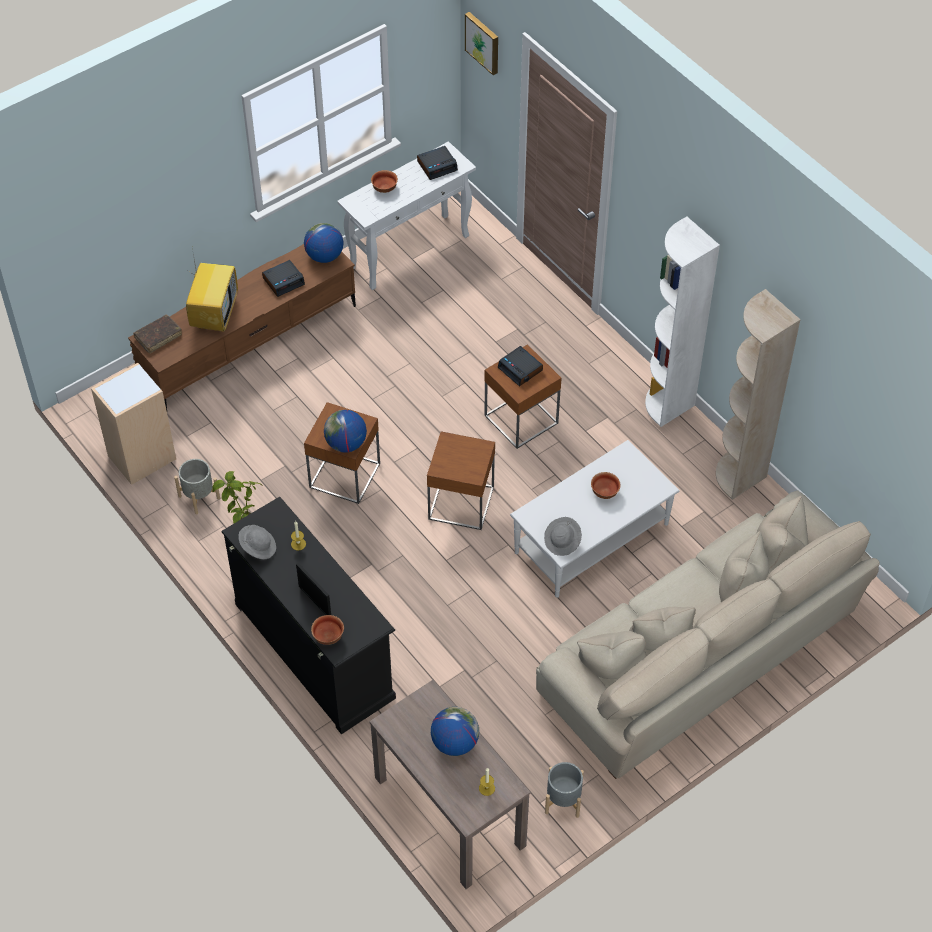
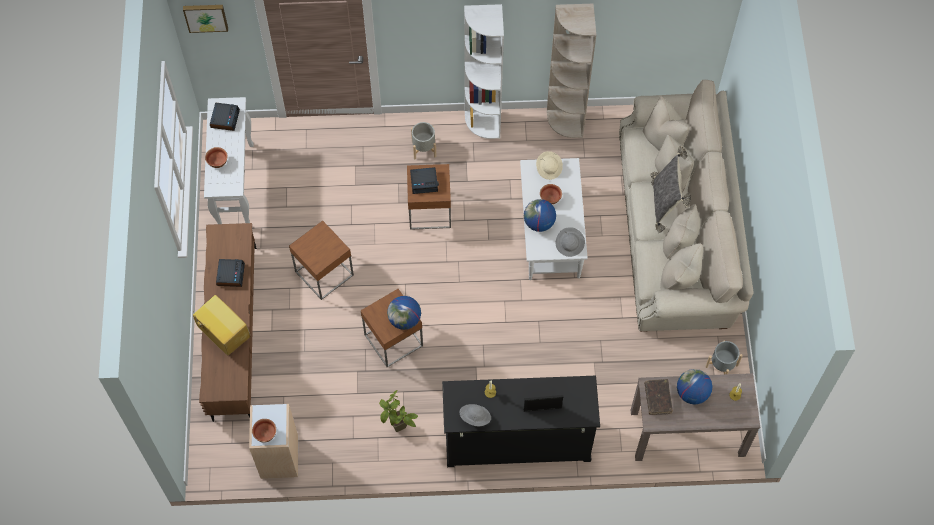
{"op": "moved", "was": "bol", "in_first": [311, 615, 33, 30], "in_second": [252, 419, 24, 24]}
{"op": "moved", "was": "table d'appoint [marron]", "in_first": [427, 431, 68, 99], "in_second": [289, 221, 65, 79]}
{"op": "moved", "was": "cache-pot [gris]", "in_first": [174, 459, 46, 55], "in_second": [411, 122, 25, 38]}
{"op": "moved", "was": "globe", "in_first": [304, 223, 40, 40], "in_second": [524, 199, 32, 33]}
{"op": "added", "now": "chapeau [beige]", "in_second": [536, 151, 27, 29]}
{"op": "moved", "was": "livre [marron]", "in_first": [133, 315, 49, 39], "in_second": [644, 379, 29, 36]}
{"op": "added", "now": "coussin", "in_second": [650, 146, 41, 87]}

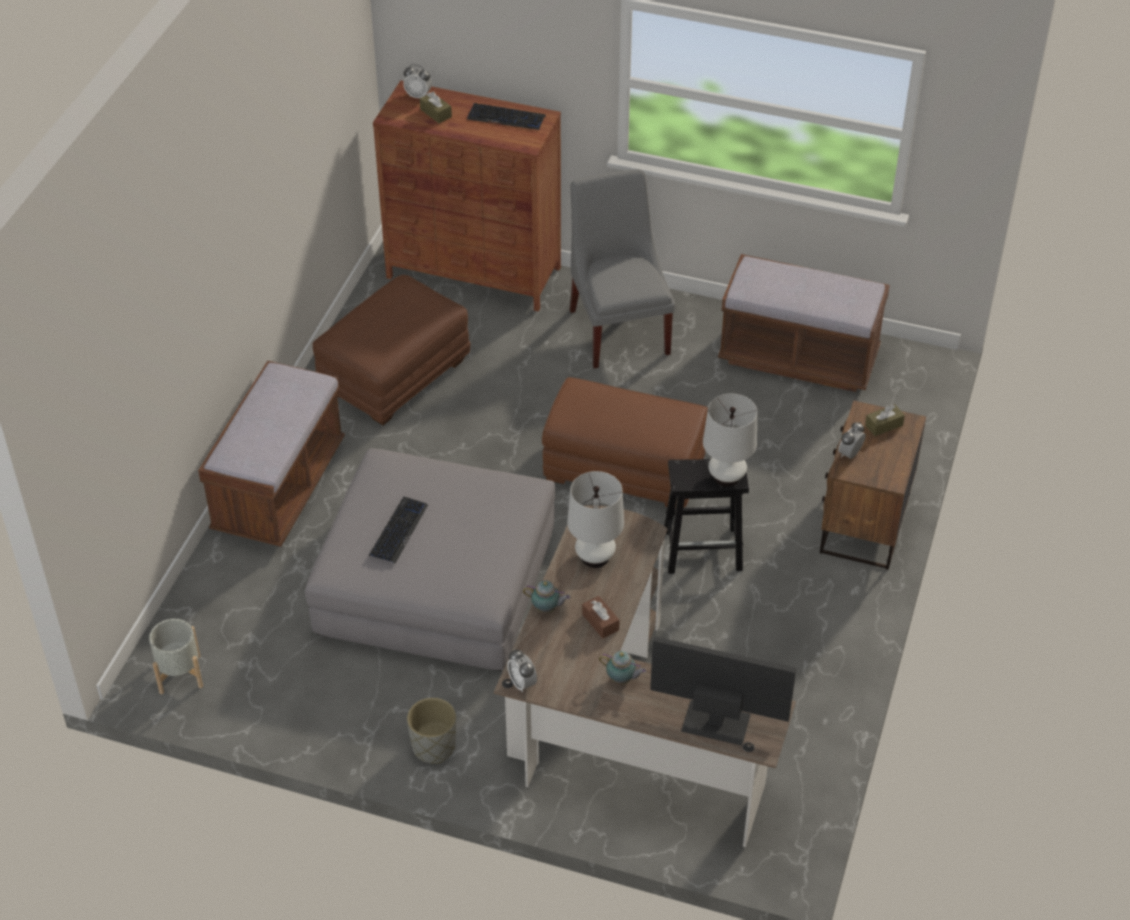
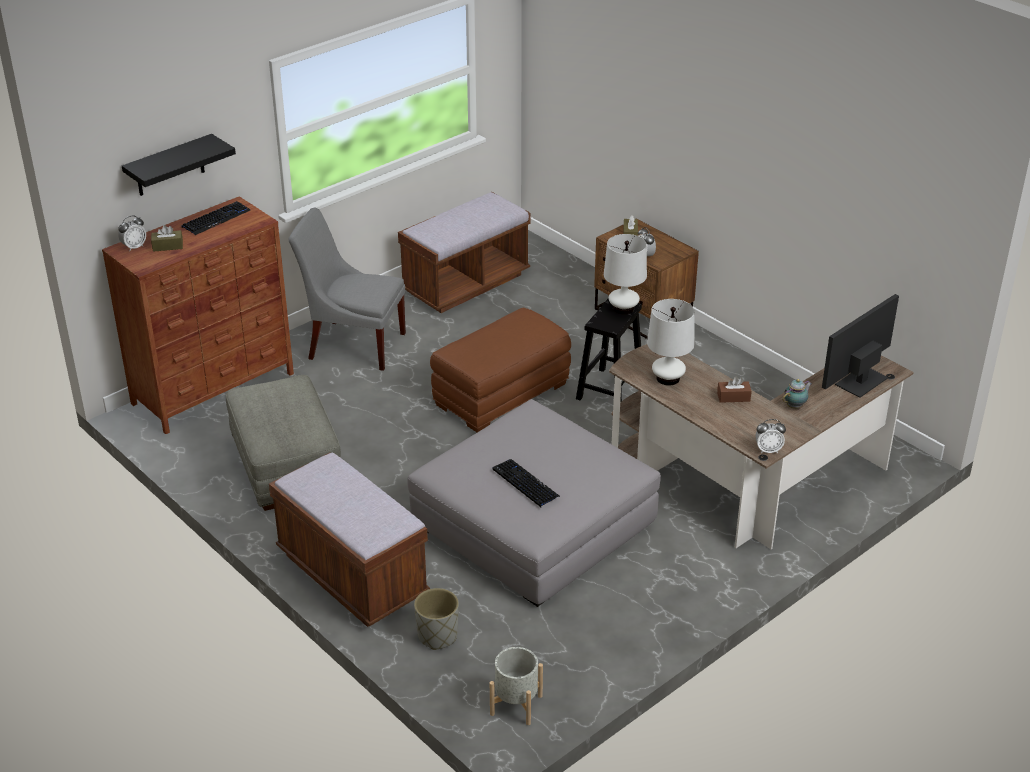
{"op": "added", "now": "étagère [noir]", "in_second": [122, 134, 114, 62]}
{"op": "recoloured", "was": "pouf [marron]", "now": "pouf [gris]", "in_first": [313, 275, 158, 150], "in_second": [226, 375, 115, 136]}
{"op": "moved", "was": "cache-pot [gris]", "in_first": [407, 698, 49, 66], "in_second": [414, 588, 45, 62]}
{"op": "removed", "was": "théière", "in_first": [523, 581, 47, 33]}

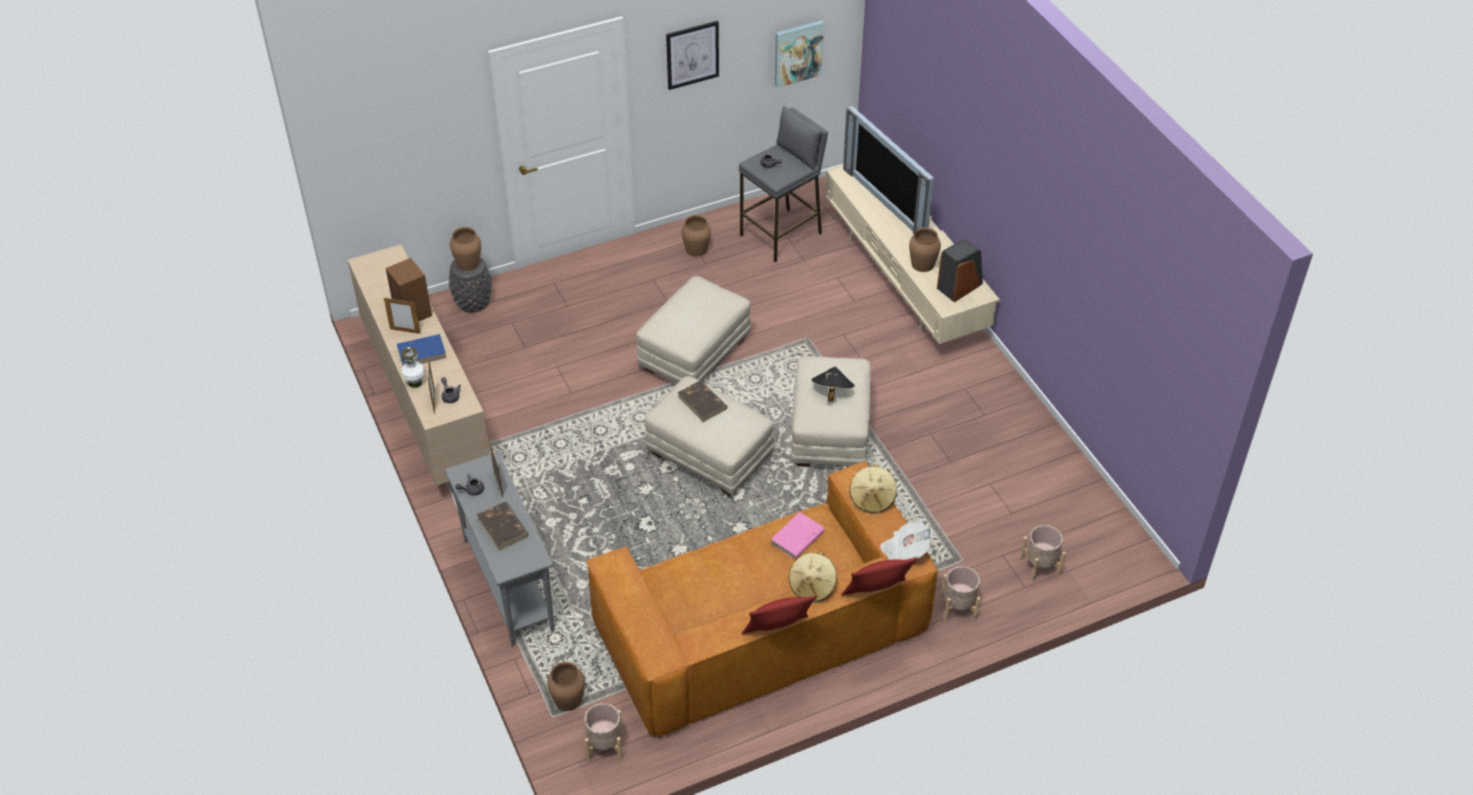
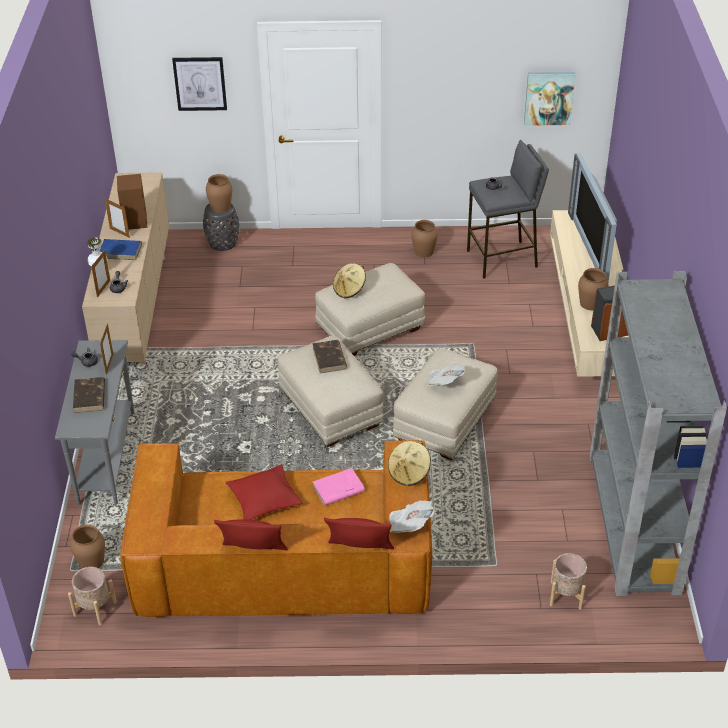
{"op": "moved", "was": "tableau", "in_first": [666, 21, 53, 69], "in_second": [172, 57, 55, 54]}
{"op": "added", "now": "coussin [rouge]", "in_second": [226, 464, 76, 56]}
{"op": "moved", "was": "chapeau [beige]", "in_first": [789, 551, 48, 52], "in_second": [333, 263, 33, 35]}
{"op": "replaced", "was": "chapeau [noir]", "now": "journal", "in_first": [811, 366, 44, 36], "in_second": [426, 364, 40, 21]}
{"op": "added", "now": "bibliothèque [gris]", "in_second": [589, 271, 138, 325]}
{"op": "removed", "was": "cache-pot [beige]", "in_first": [941, 566, 40, 56]}

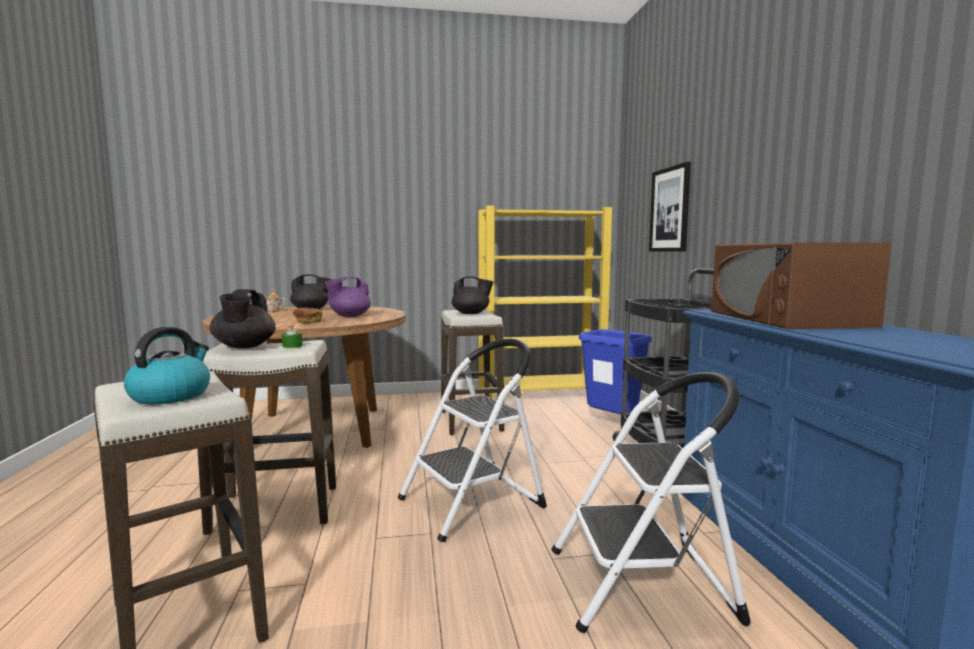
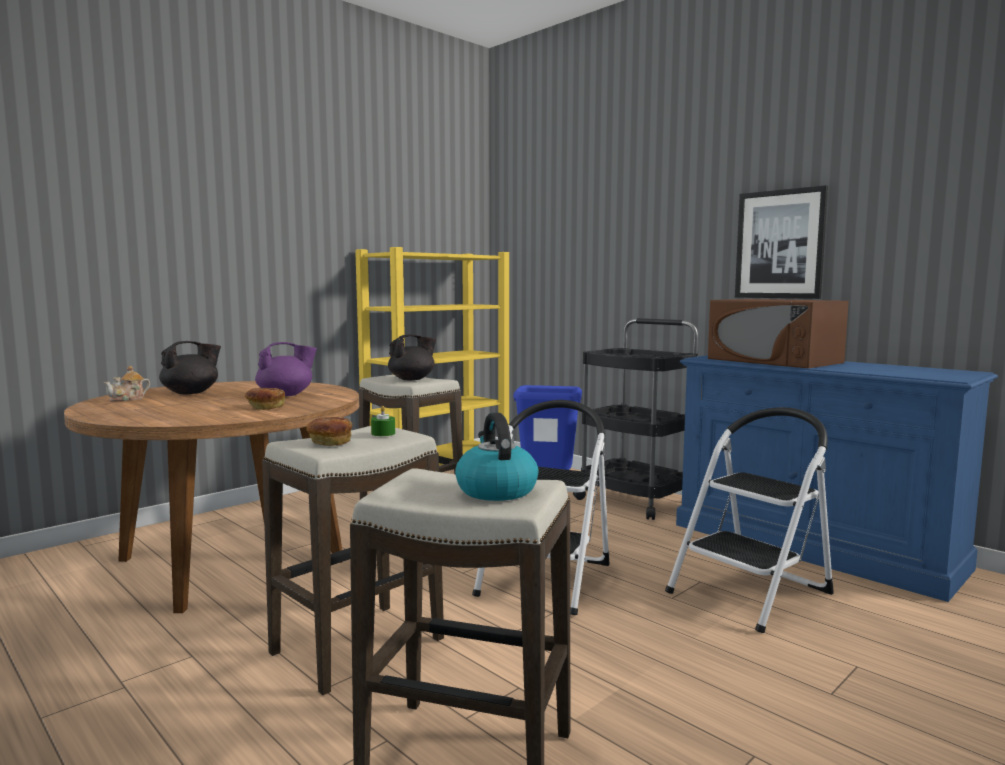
{"op": "turned", "was": "théière [violet]", "in_first": [325, 276, 46, 41], "in_second": [255, 342, 62, 54], "clockwise": -135}
{"op": "replaced", "was": "théière [noir]", "now": "pain", "in_first": [210, 289, 66, 59], "in_second": [307, 417, 45, 29]}
{"op": "moved", "was": "tableau", "in_first": [649, 162, 42, 90], "in_second": [735, 185, 93, 114]}

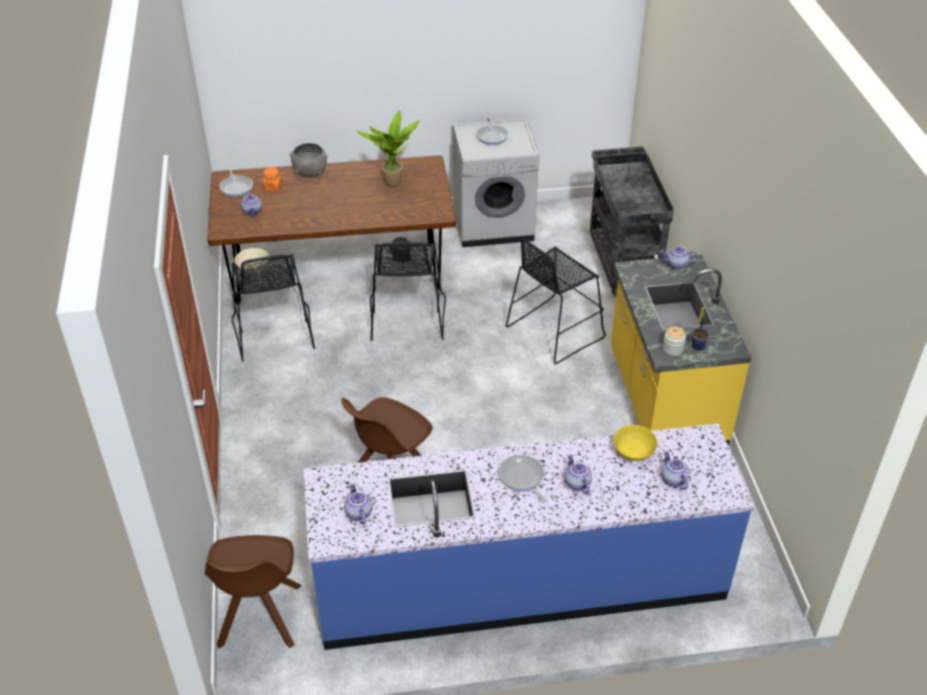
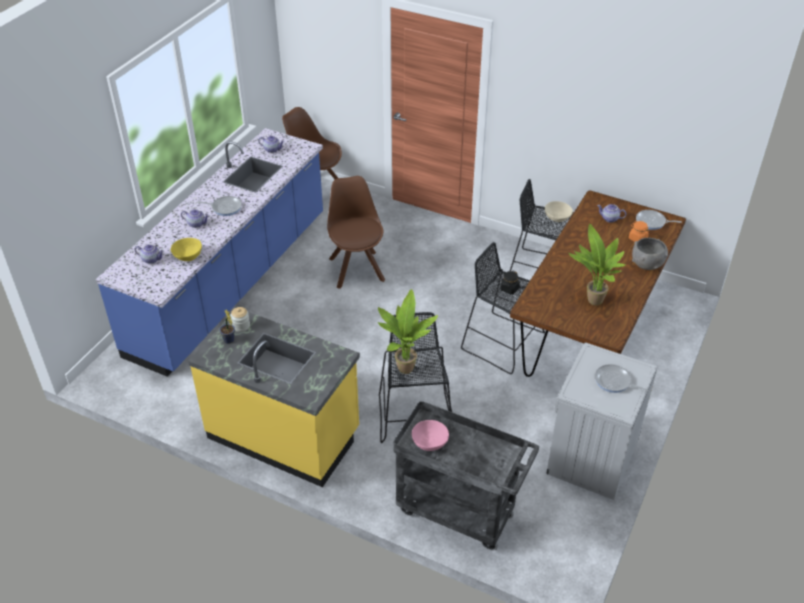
{"op": "added", "now": "plante en pot", "in_second": [378, 289, 60, 85]}
{"op": "added", "now": "bol [rose]", "in_second": [412, 420, 37, 31]}
{"op": "removed", "was": "théière", "in_first": [660, 246, 37, 24]}

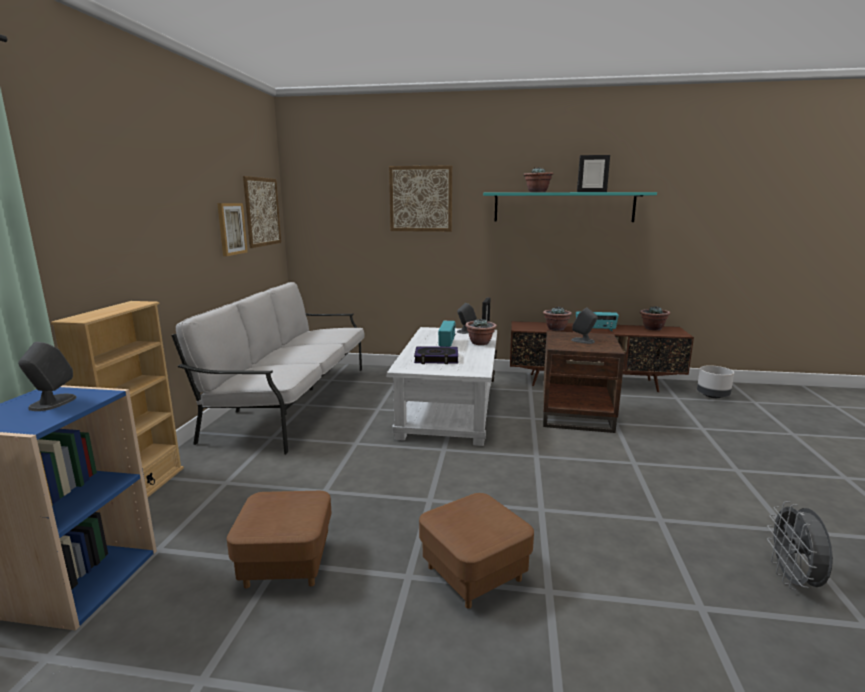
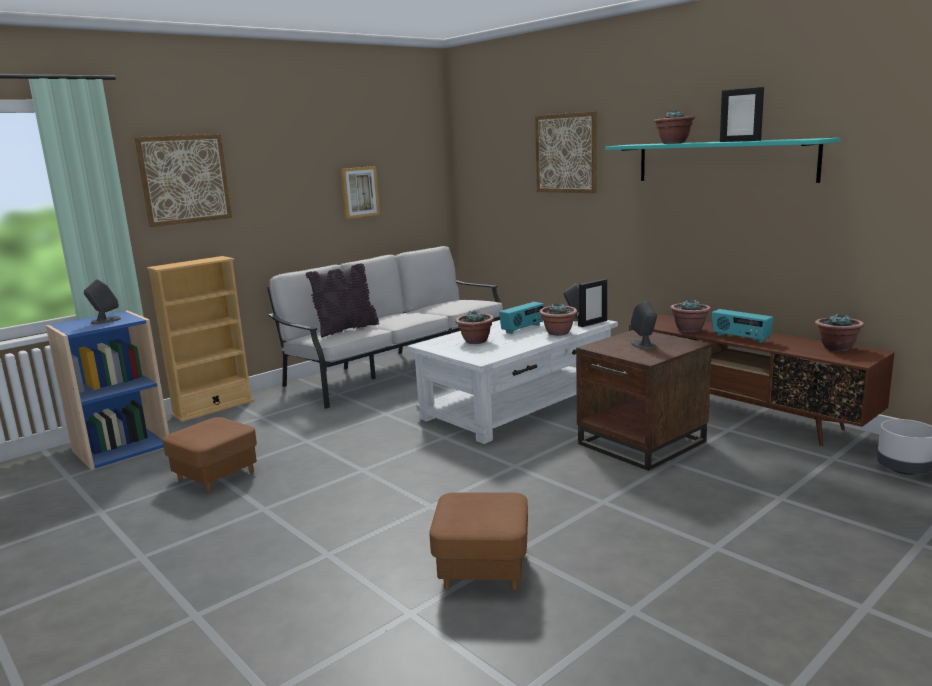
{"op": "moved", "was": "tableau", "in_first": [243, 176, 38, 72], "in_second": [134, 133, 98, 94]}
{"op": "added", "now": "coussin [noir]", "in_second": [306, 263, 73, 74]}
{"op": "moved", "was": "pouf [marron]", "in_first": [419, 493, 115, 116], "in_second": [429, 492, 99, 98]}
{"op": "replaced", "was": "livre", "now": "plante en pot", "in_first": [414, 346, 44, 18], "in_second": [455, 311, 39, 33]}
{"op": "removed", "was": "ventilateur [gris]", "in_first": [767, 501, 66, 89]}

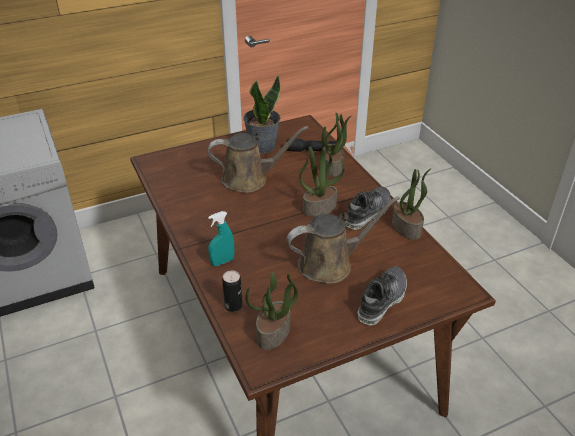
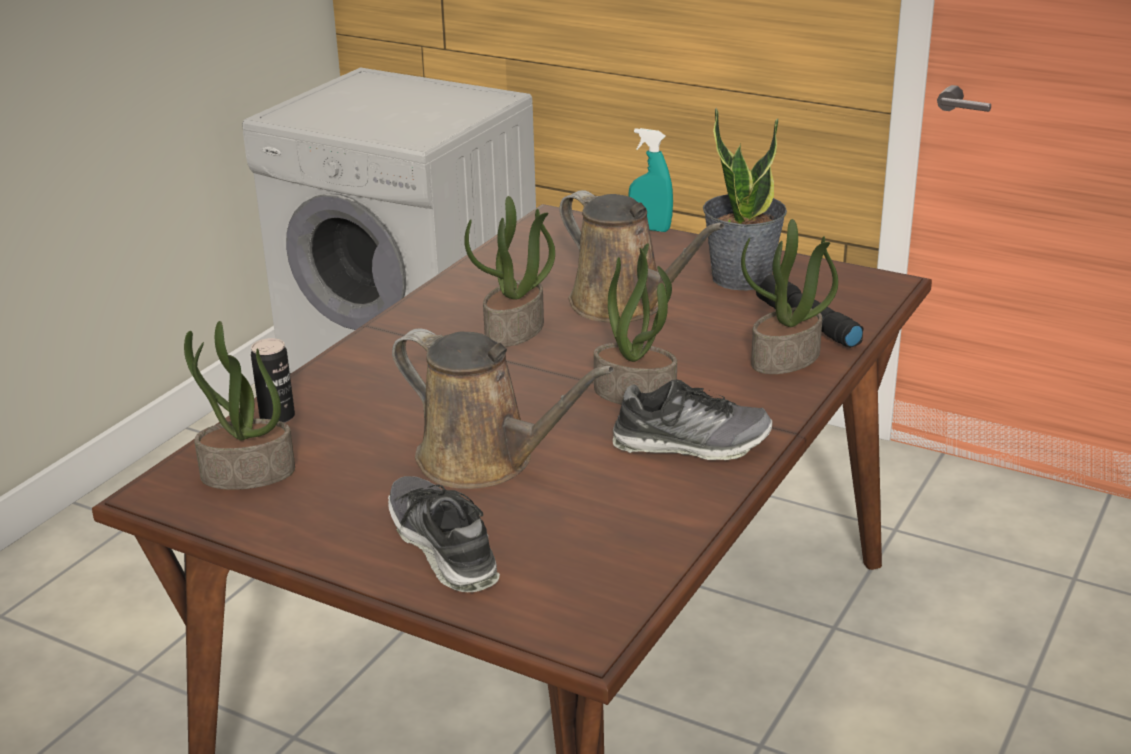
{"op": "turned", "was": "chaussure", "in_first": [358, 266, 49, 59], "in_second": [388, 476, 112, 116], "clockwise": -120}
{"op": "moved", "was": "plante en pot", "in_first": [392, 168, 40, 72], "in_second": [464, 196, 91, 151]}
{"op": "moved", "was": "vaporisateur [turquoise]", "in_first": [208, 211, 26, 55], "in_second": [628, 128, 45, 104]}

